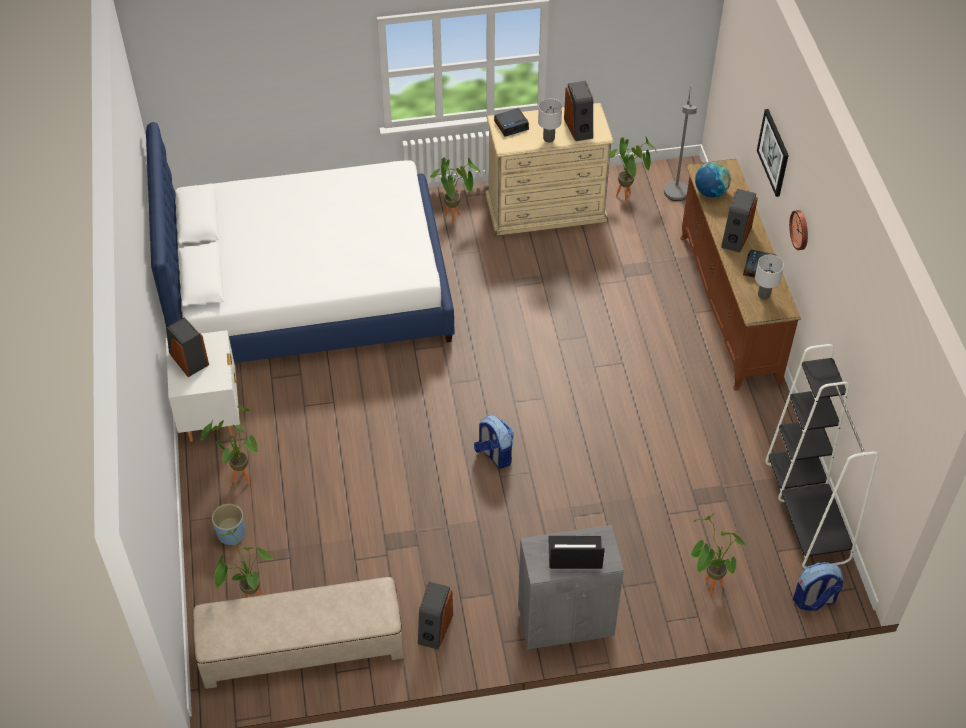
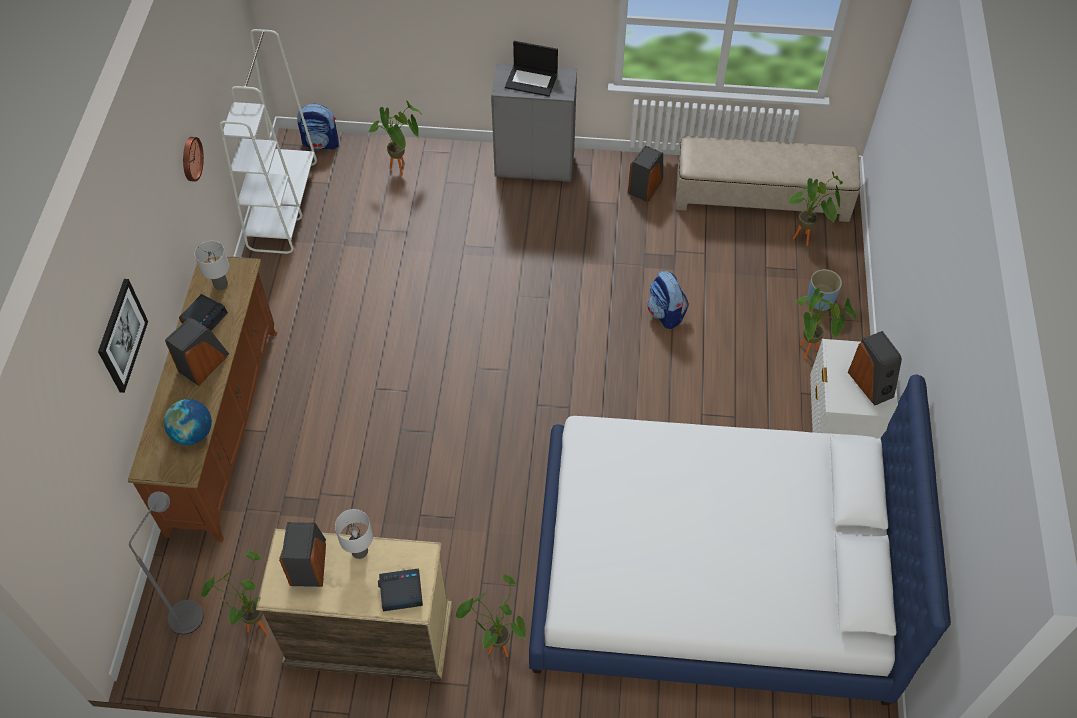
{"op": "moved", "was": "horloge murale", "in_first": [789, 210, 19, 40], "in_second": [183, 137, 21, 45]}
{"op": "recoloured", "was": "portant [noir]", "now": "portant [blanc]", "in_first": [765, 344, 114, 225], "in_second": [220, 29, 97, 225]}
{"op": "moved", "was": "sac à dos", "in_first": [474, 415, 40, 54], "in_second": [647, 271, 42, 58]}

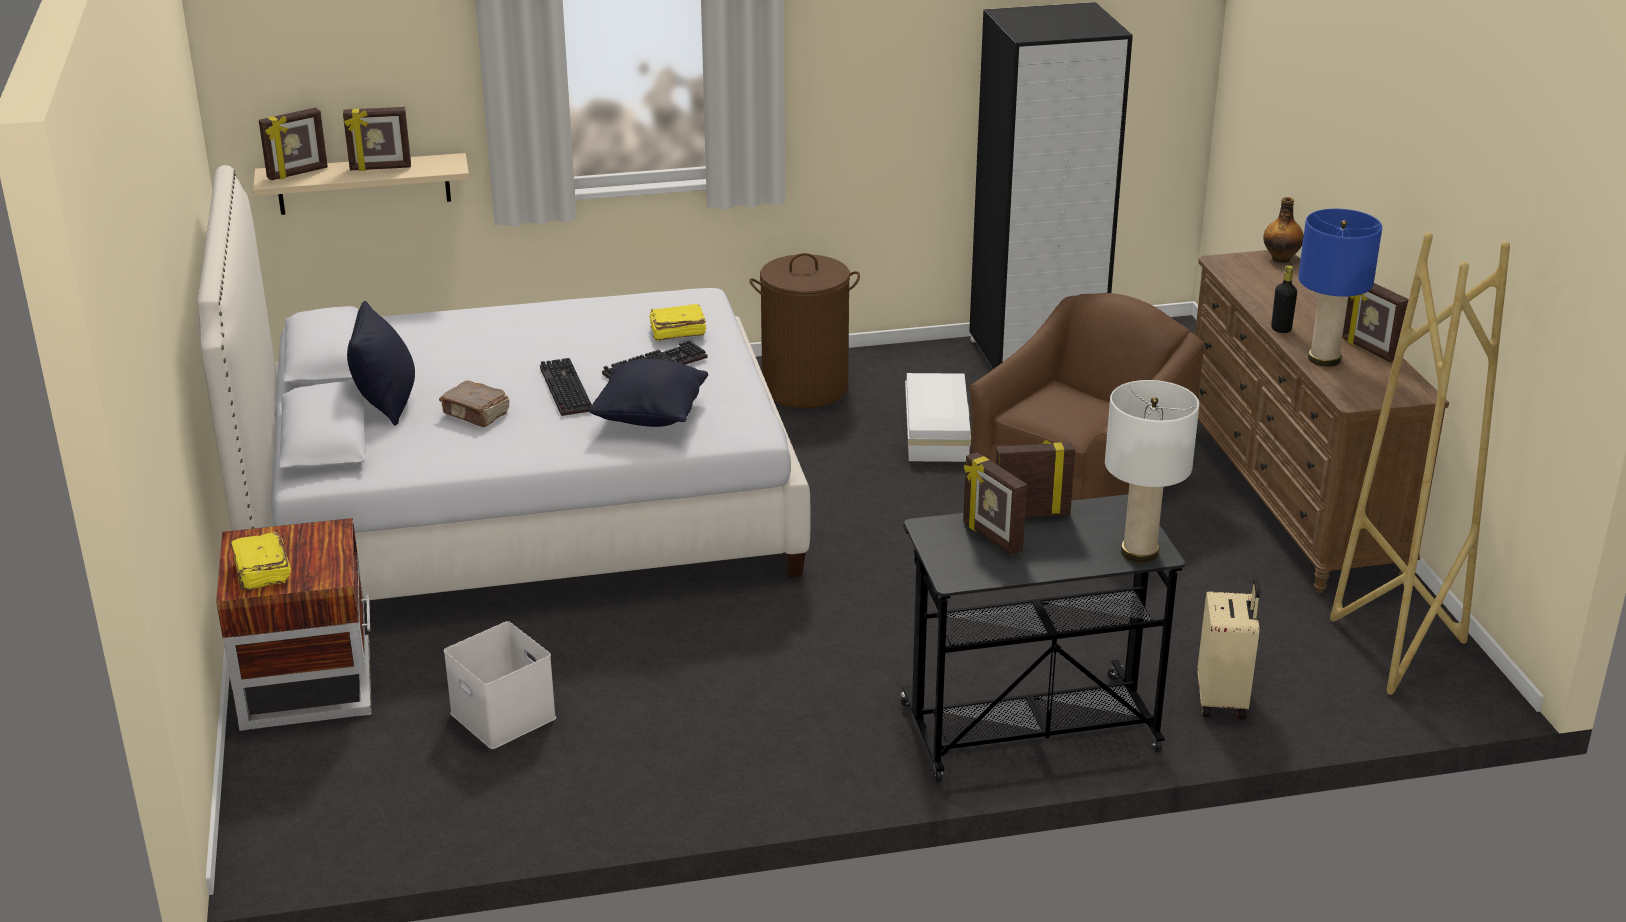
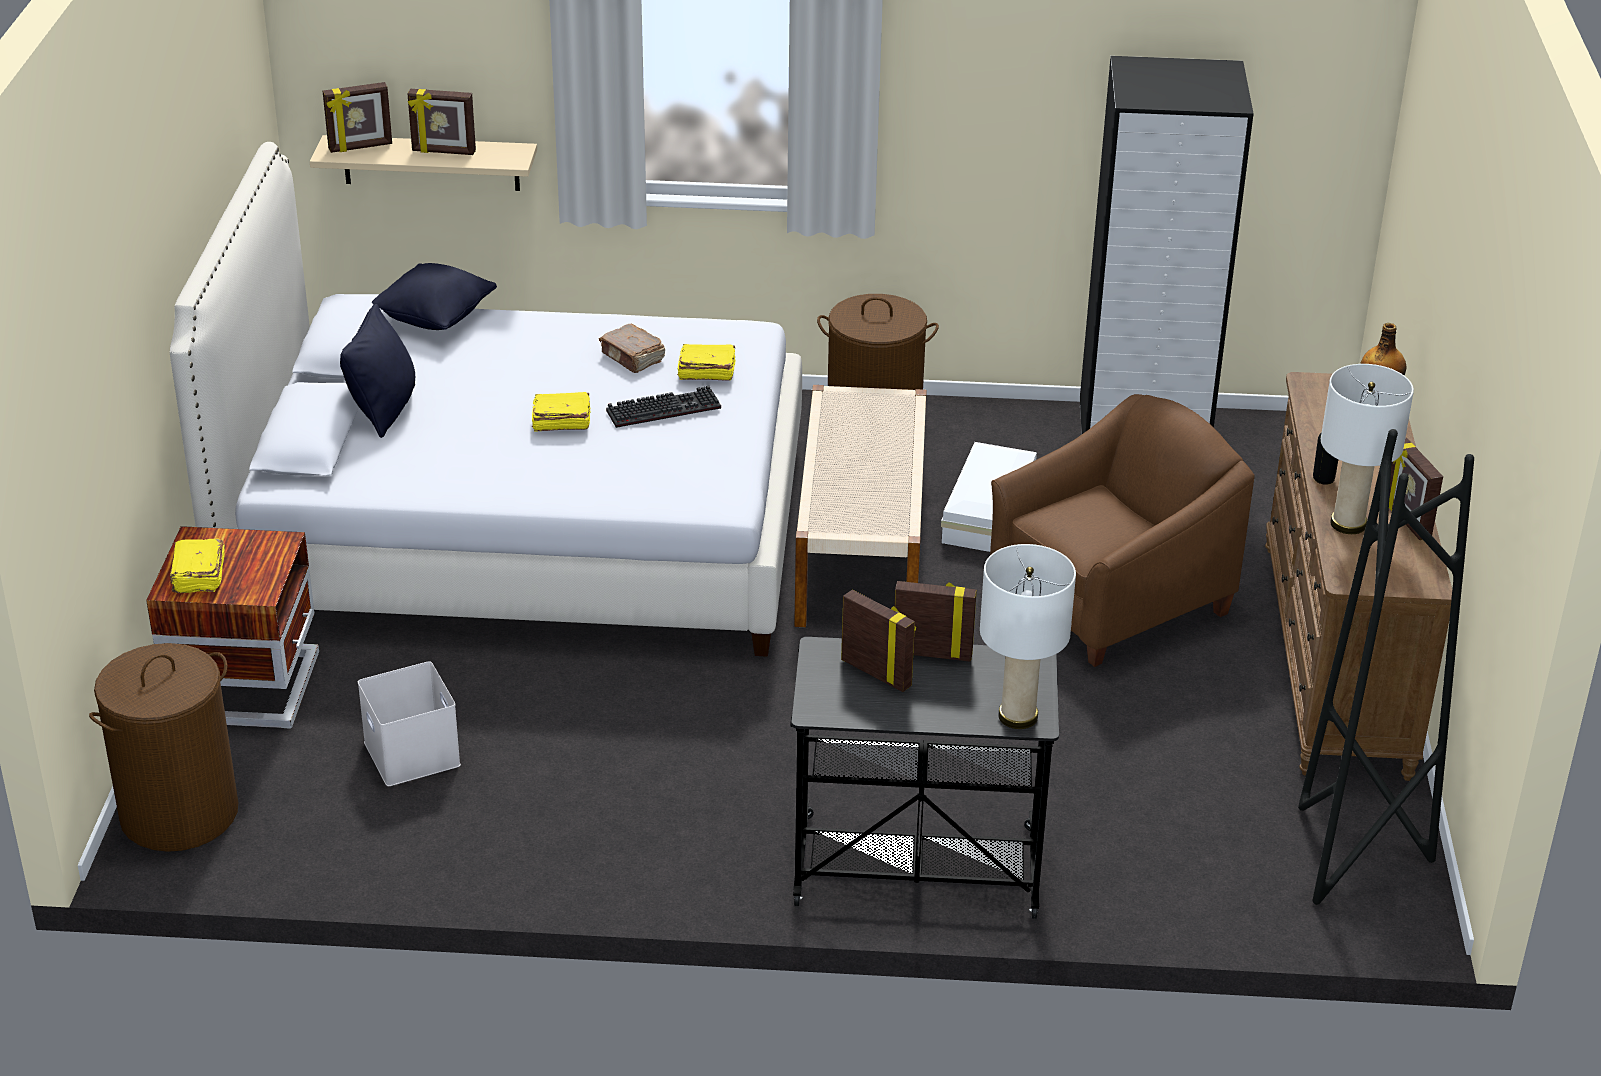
{"op": "added", "now": "panier à linge [marron]", "in_second": [89, 643, 149, 209]}
{"op": "moved", "was": "coussin [noir]", "in_first": [589, 359, 119, 68], "in_second": [372, 263, 125, 67]}
{"op": "replaced", "was": "clavier", "now": "livre [jaune]", "in_first": [540, 358, 52, 58], "in_second": [532, 392, 58, 40]}
{"op": "moved", "was": "livre [marron]", "in_first": [439, 380, 70, 47], "in_second": [599, 324, 66, 49]}
{"op": "added", "now": "banc [beige]", "in_second": [794, 385, 133, 242]}
{"op": "turned", "was": "cadre photo", "in_first": [963, 452, 64, 103], "in_second": [841, 590, 75, 102], "clockwise": 150}
{"op": "recoloured", "was": "portant [jaune]", "now": "portant [noir]", "in_first": [1330, 232, 180, 463], "in_second": [1298, 429, 176, 476]}
{"op": "recoloured", "was": "lampe de table [bleu]", "now": "lampe de table [blanc]", "in_first": [1298, 209, 84, 158], "in_second": [1321, 364, 93, 170]}
{"op": "removed", "was": "valise [beige]", "in_first": [1197, 578, 63, 141]}

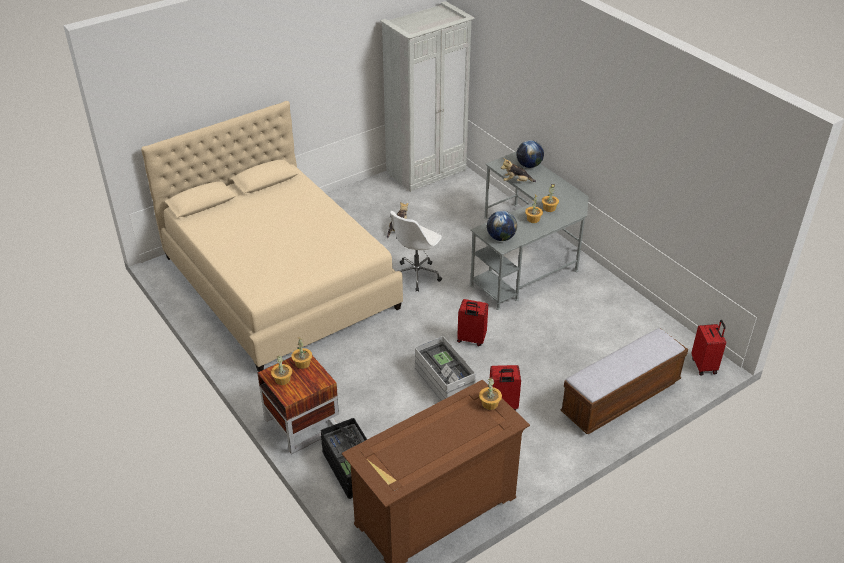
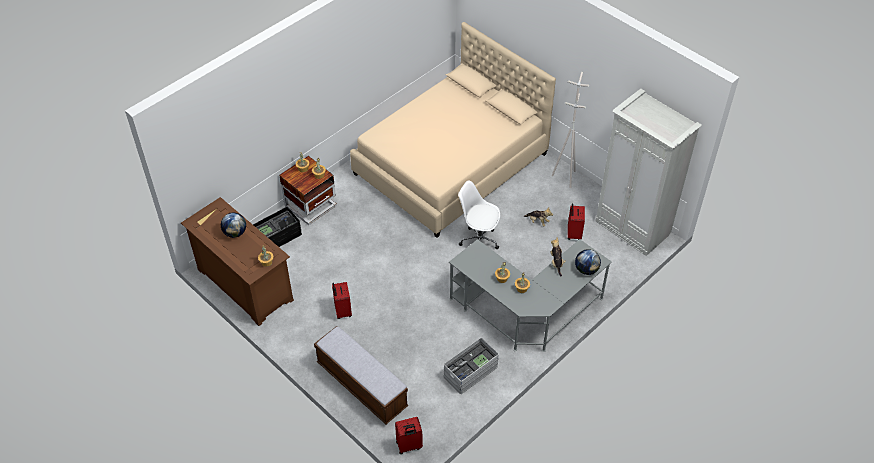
{"op": "moved", "was": "globe", "in_first": [487, 211, 30, 30], "in_second": [221, 213, 25, 25]}
{"op": "moved", "was": "boîte de rangement [gris]", "in_first": [415, 336, 61, 65], "in_second": [443, 338, 56, 56]}
{"op": "added", "now": "portant [gris]", "in_second": [552, 72, 37, 116]}
{"op": "moved", "was": "valise [rouge]", "in_first": [457, 299, 31, 47], "in_second": [568, 203, 17, 37]}

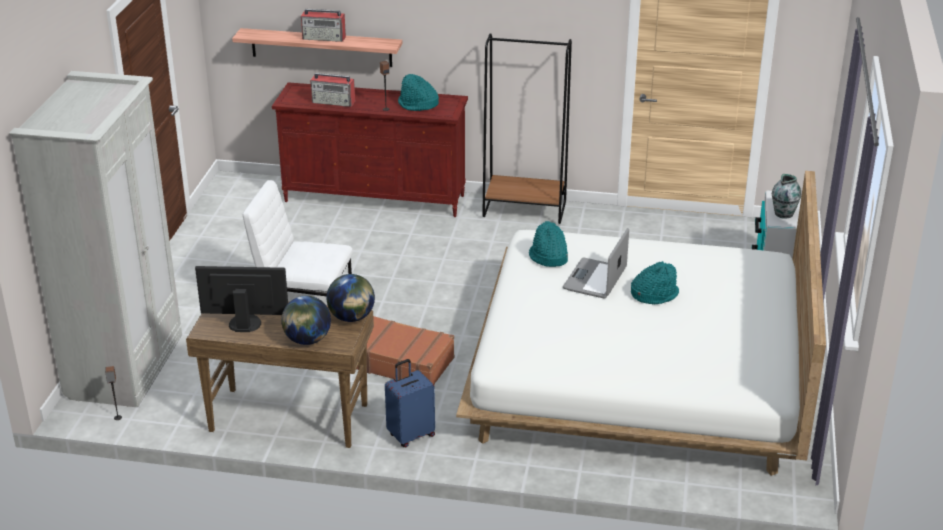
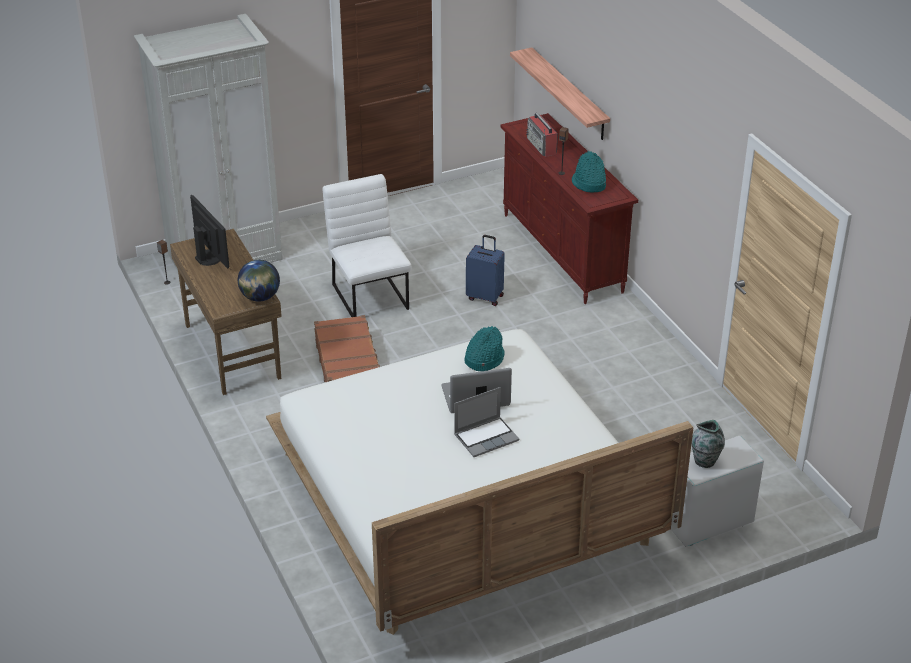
{"op": "replaced", "was": "chapeau [turquoise]", "now": "ordinateur portable", "in_first": [631, 261, 48, 43], "in_second": [454, 387, 65, 70]}
{"op": "moved", "was": "valise [bleu]", "in_first": [385, 359, 50, 88], "in_second": [466, 235, 39, 71]}
{"op": "removed", "was": "globe", "in_first": [281, 296, 50, 49]}
{"op": "removed", "was": "radio", "in_first": [301, 9, 45, 33]}
{"op": "removed", "was": "portant", "in_first": [482, 33, 90, 191]}

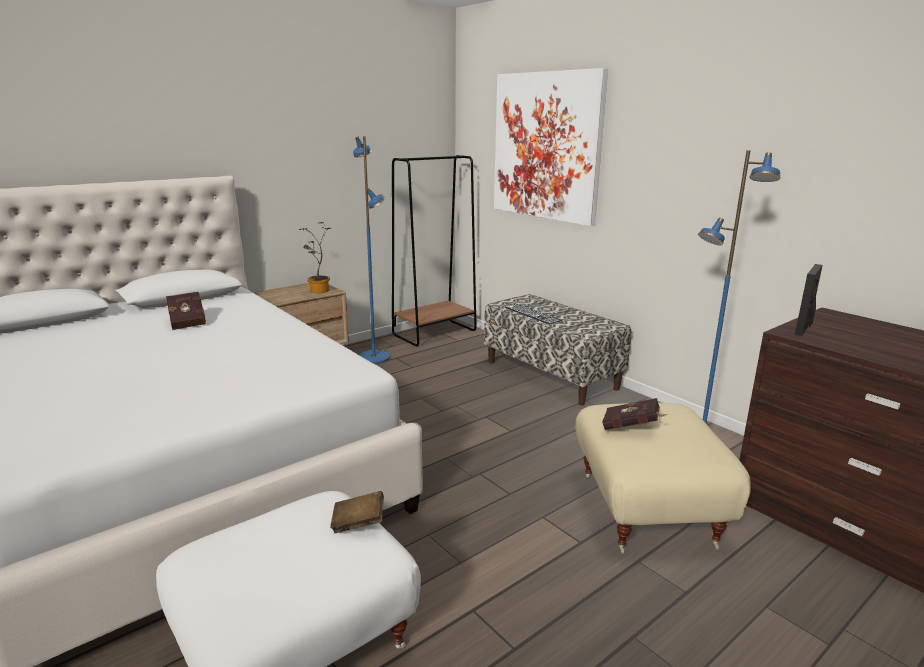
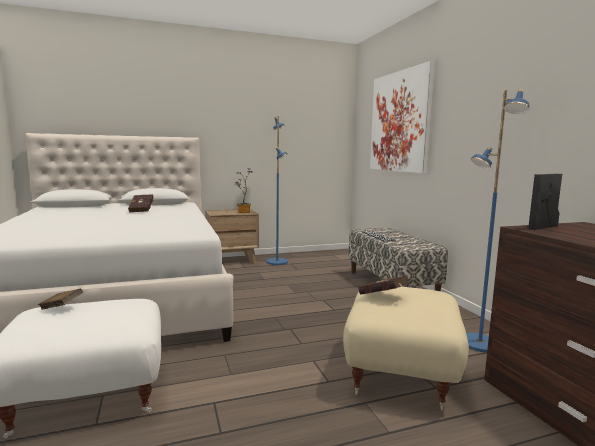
{"op": "moved", "was": "livre [marron]", "in_first": [330, 491, 54, 42], "in_second": [38, 289, 45, 21]}
{"op": "removed", "was": "portant", "in_first": [392, 155, 84, 191]}

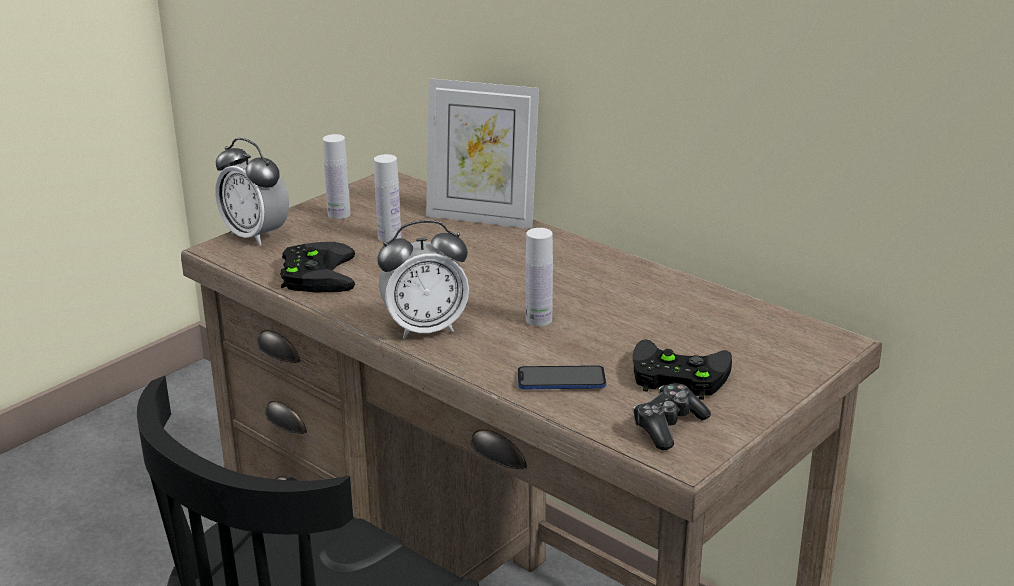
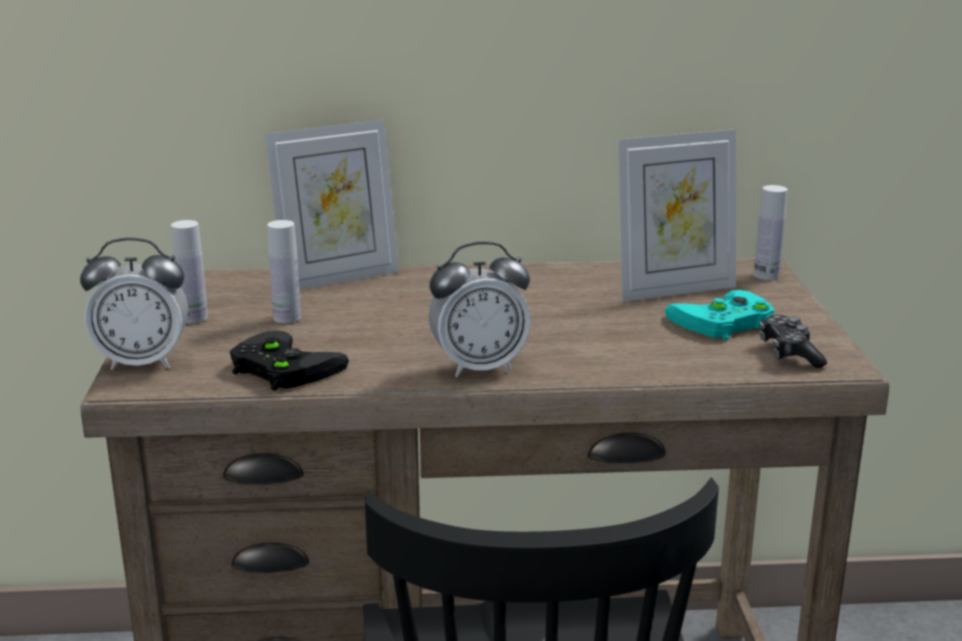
{"op": "turned", "was": "réveil", "in_first": [378, 220, 91, 119], "in_second": [429, 241, 102, 136], "clockwise": 45}
{"op": "added", "now": "cadre photo", "in_second": [618, 129, 118, 173]}
{"op": "recoloured", "was": "manette [noir]", "now": "manette [turquoise]", "in_first": [633, 339, 99, 61], "in_second": [665, 290, 109, 50]}
{"op": "moved", "was": "bouteille [blanc]", "in_first": [526, 228, 27, 98], "in_second": [754, 185, 33, 95]}
{"op": "removed", "was": "téléphone", "in_first": [518, 365, 88, 24]}

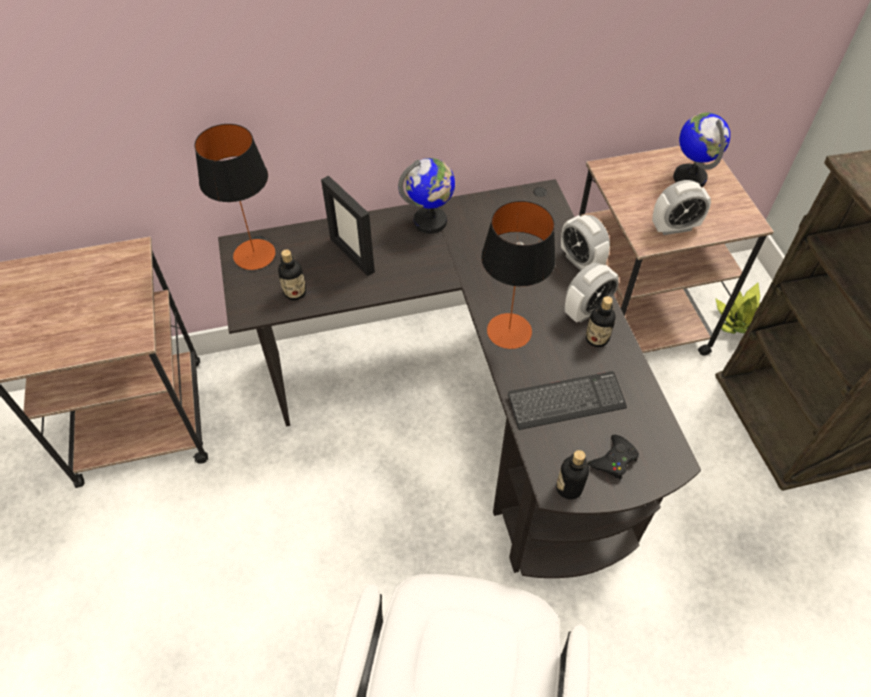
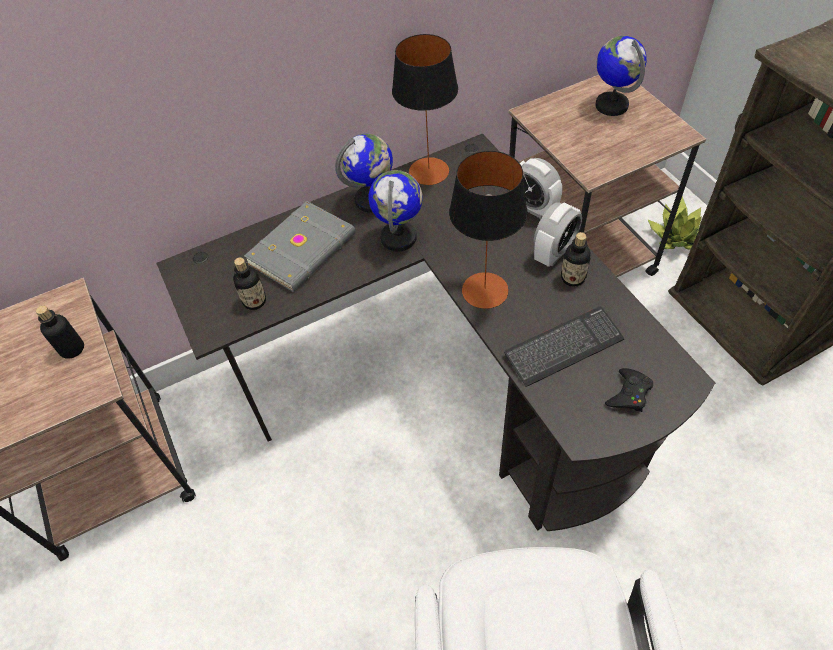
{"op": "moved", "was": "bouteille", "in_first": [556, 450, 33, 49], "in_second": [36, 306, 48, 53]}
{"op": "replaced", "was": "cadre photo", "now": "livre [gris]", "in_first": [321, 176, 54, 100], "in_second": [244, 201, 112, 91]}
{"op": "added", "now": "globe", "in_second": [368, 170, 54, 82]}
{"op": "moved", "was": "lampe de table", "in_first": [194, 124, 81, 146], "in_second": [392, 34, 66, 151]}
{"op": "removed", "was": "réveil", "in_first": [652, 180, 59, 55]}

